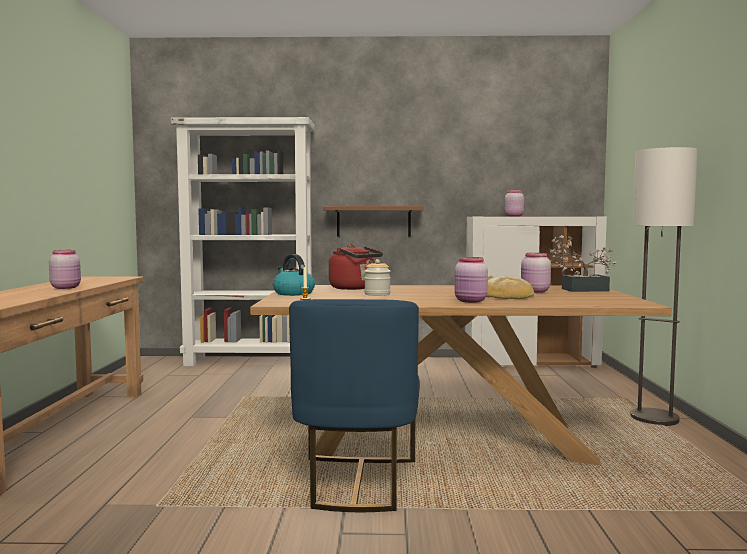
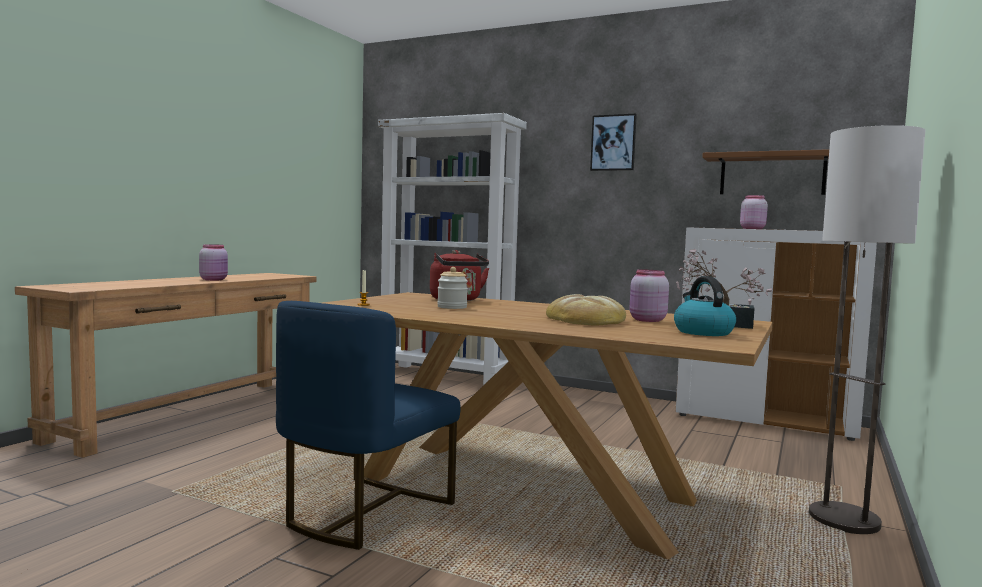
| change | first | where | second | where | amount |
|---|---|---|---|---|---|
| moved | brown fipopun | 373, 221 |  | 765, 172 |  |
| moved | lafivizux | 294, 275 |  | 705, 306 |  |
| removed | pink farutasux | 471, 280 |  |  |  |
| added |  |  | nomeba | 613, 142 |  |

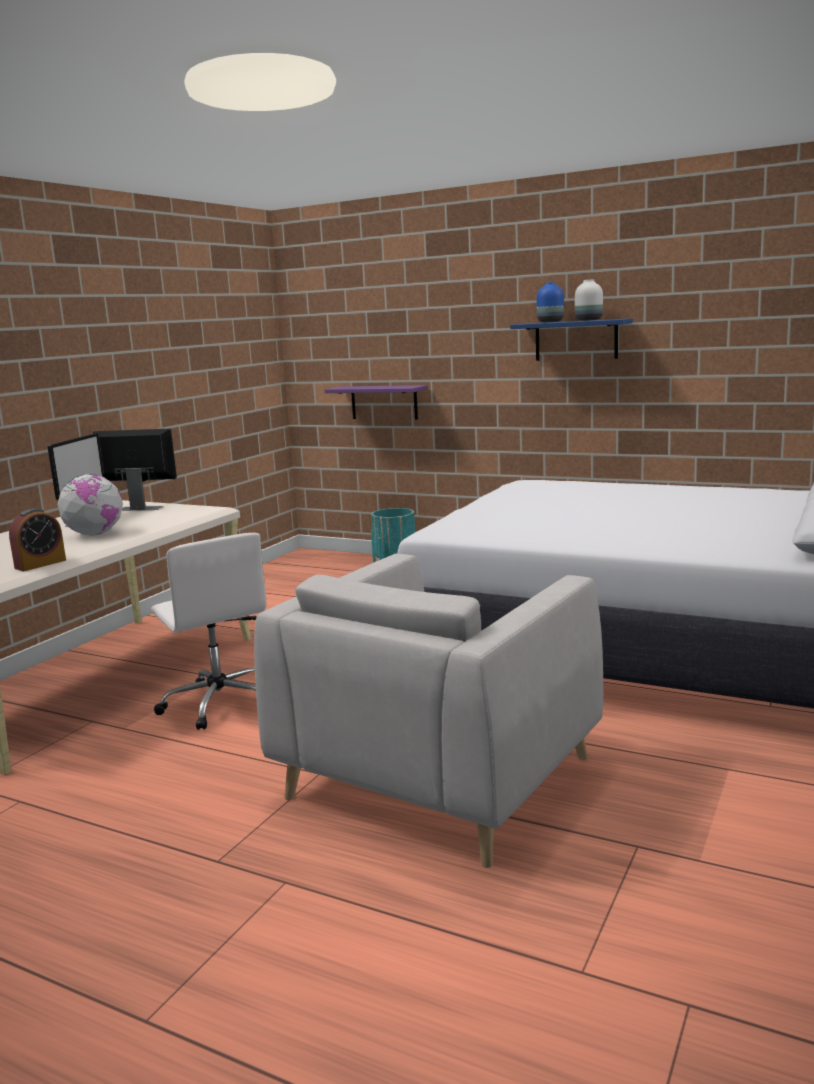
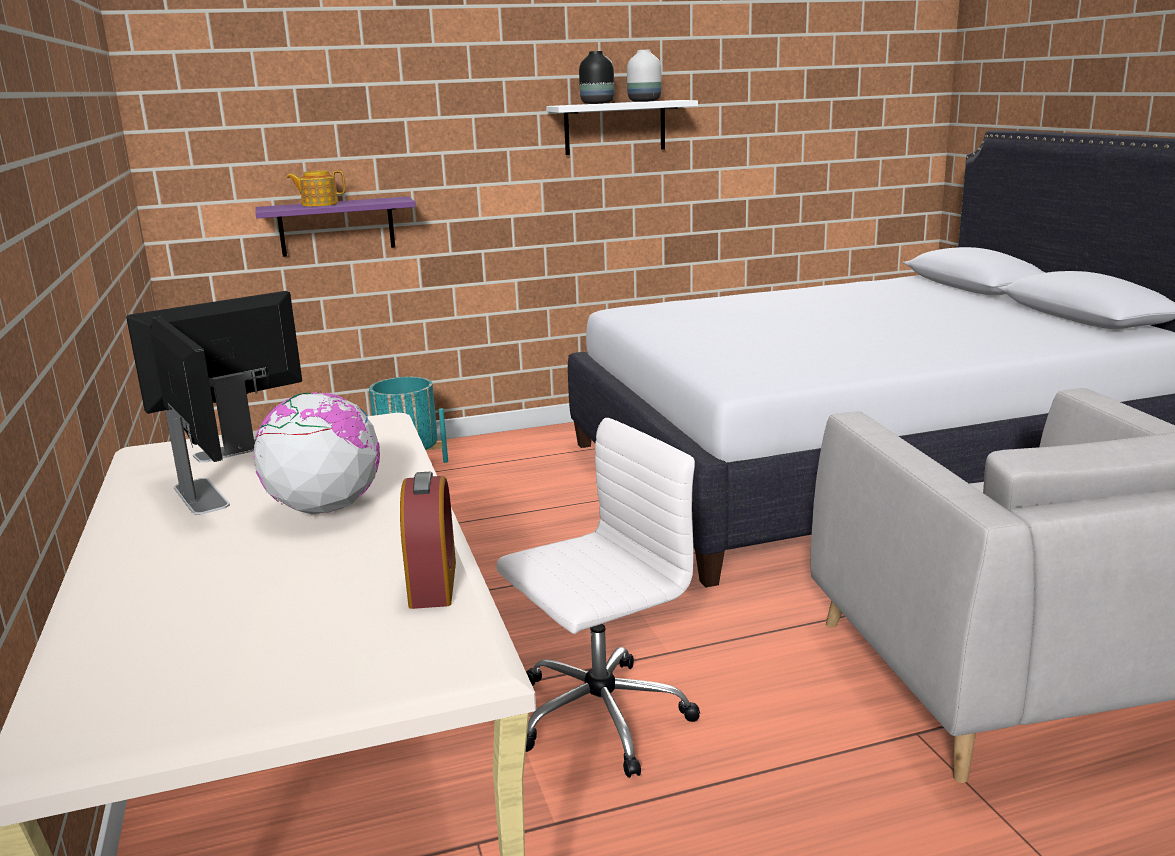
| change | first | where | second | where | amount |
|---|---|---|---|---|---|
| recoloured | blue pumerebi | 550, 302 | black pumerebi | 596, 77 |  |
| recoloured | blue fipopun | 571, 339 | white fipopun | 622, 127 |  |
| turned | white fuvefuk | 208, 631 |  | 598, 598 | 45 degrees counterclockwise |
| added |  |  | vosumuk | 316, 188 |  |

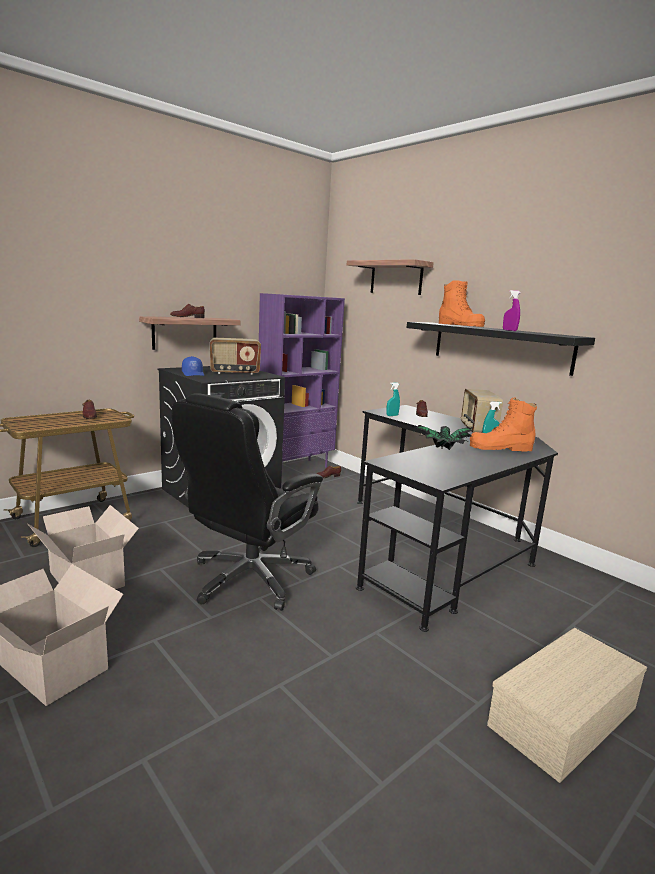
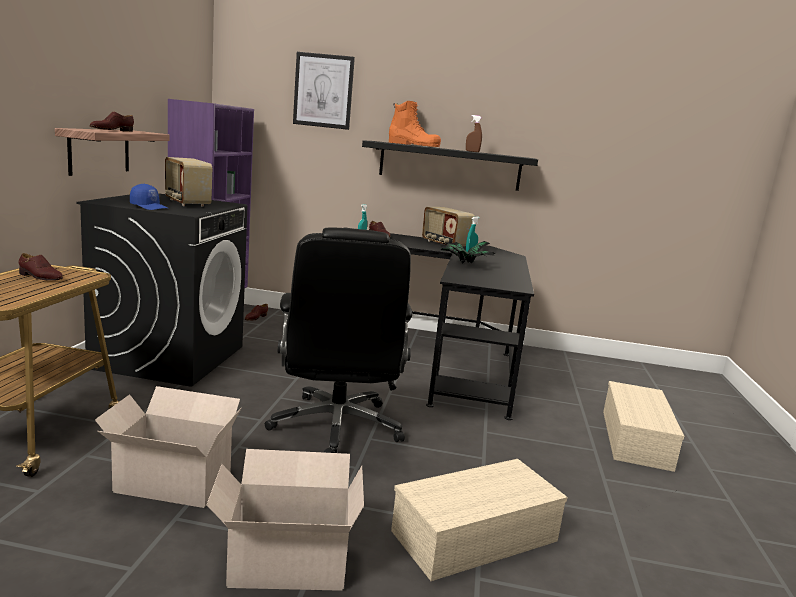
| change | first | where | second | where | amount |
|---|---|---|---|---|---|
| replaced | fipopun | 390, 277 | nomeba | 324, 91 |  |
| recoloured | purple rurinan | 512, 310 | brown rurinan | 474, 133 |  |
| turned | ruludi | 235, 356 |  | 188, 182 | 105 degrees clockwise |
| removed | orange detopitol | 503, 425 |  |  |  |
| added |  |  | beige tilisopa | 479, 520 |  |

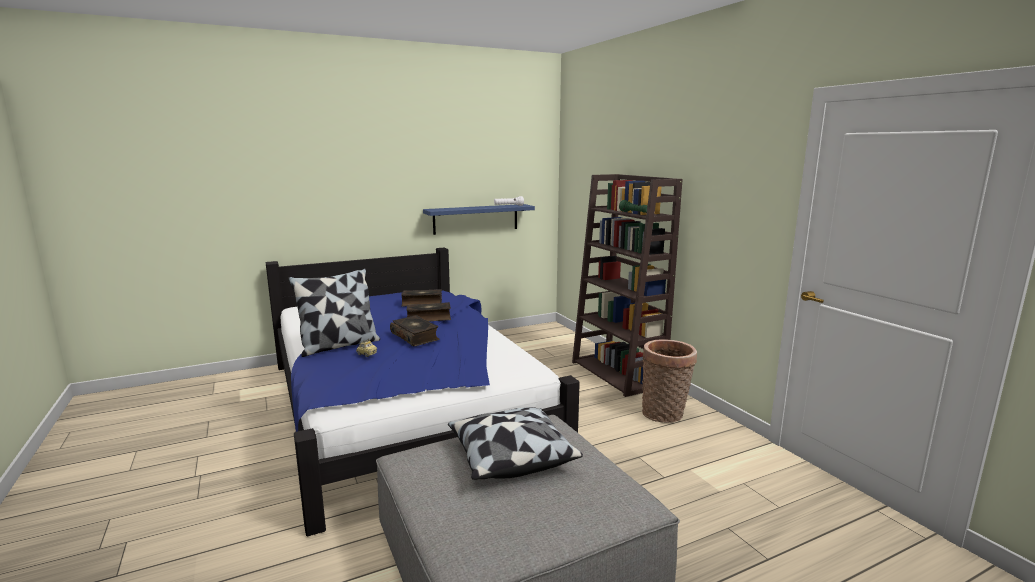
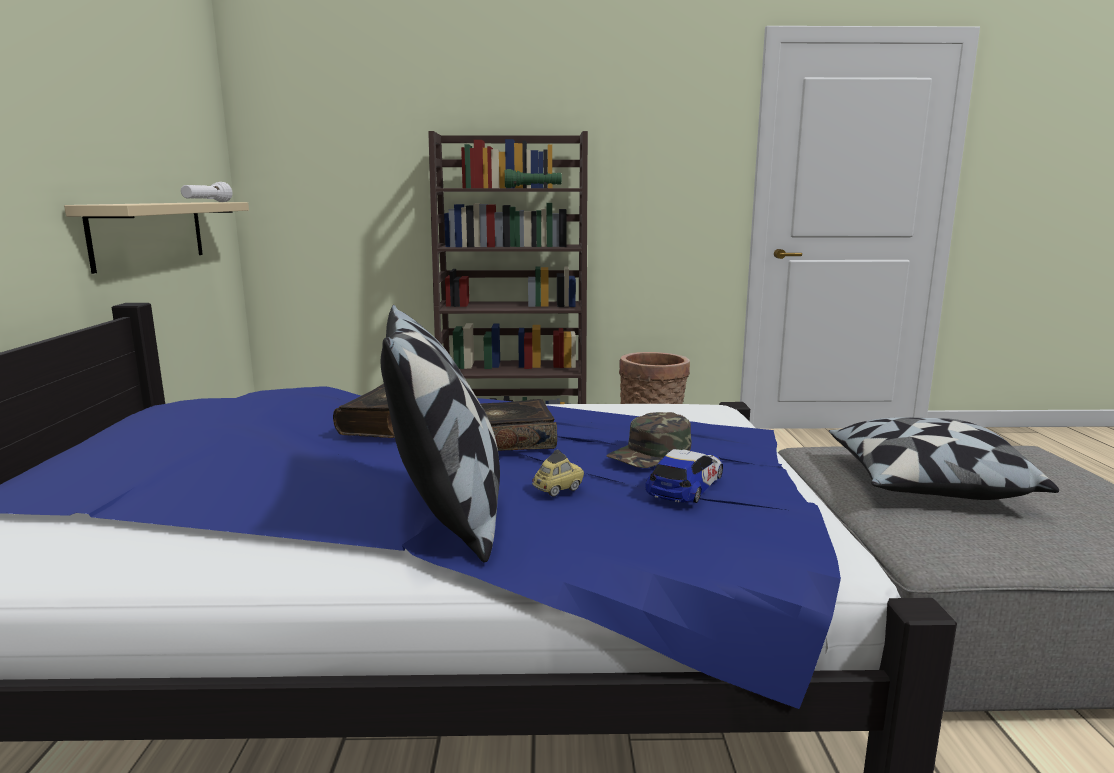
| change | first | where | second | where | amount |
|---|---|---|---|---|---|
| recoloured | blue fipopun | 479, 219 | beige fipopun | 156, 238 |  |
| removed | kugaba | 421, 298 |  |  |  |
| added |  |  | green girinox | 649, 440 |  |
| added |  |  | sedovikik | 684, 476 |  |

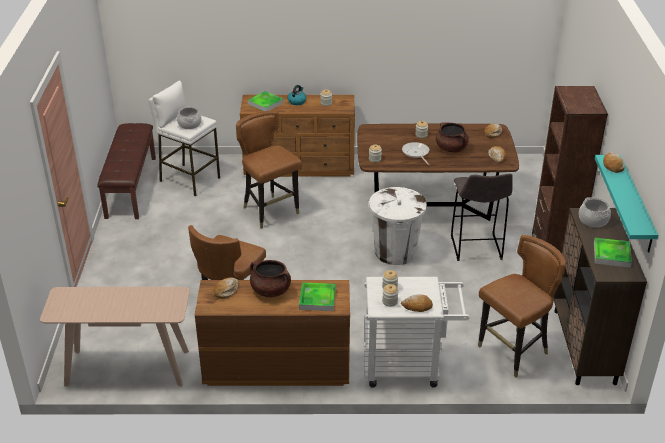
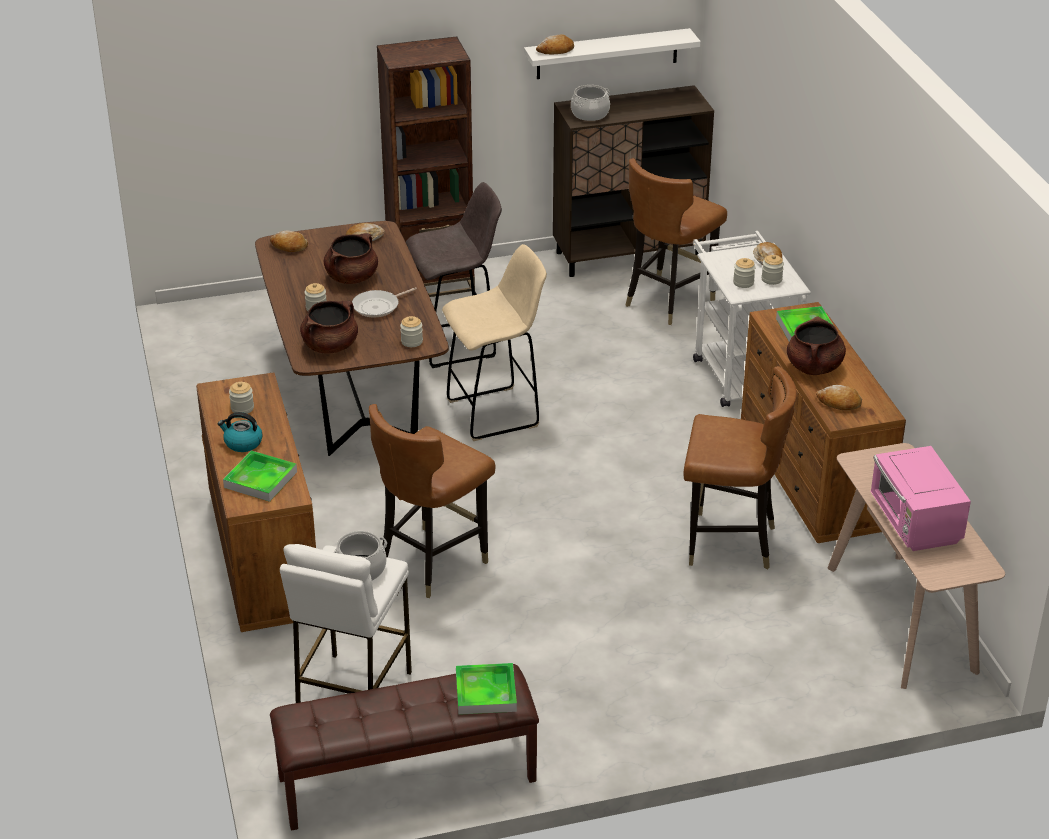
| change | first | where | second | where | amount |
|---|---|---|---|---|---|
| recoloured | turquoise fipopun | 626, 204 | white fipopun | 612, 53 |  |
| replaced | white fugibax | 398, 226 | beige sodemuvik | 494, 342 |  |
| turned | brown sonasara | 522, 306 |  | 676, 241 | 90 degrees counterclockwise |
| moved | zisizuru | 613, 253 |  | 486, 689 |  |
| added |  |  | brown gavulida | 329, 327 |  |
| added |  |  | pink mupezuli | 920, 498 |  |

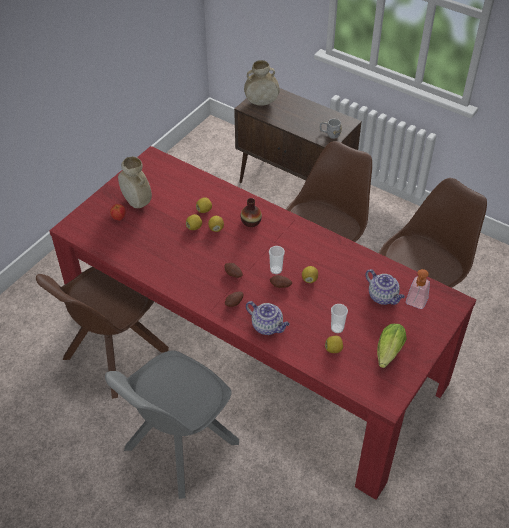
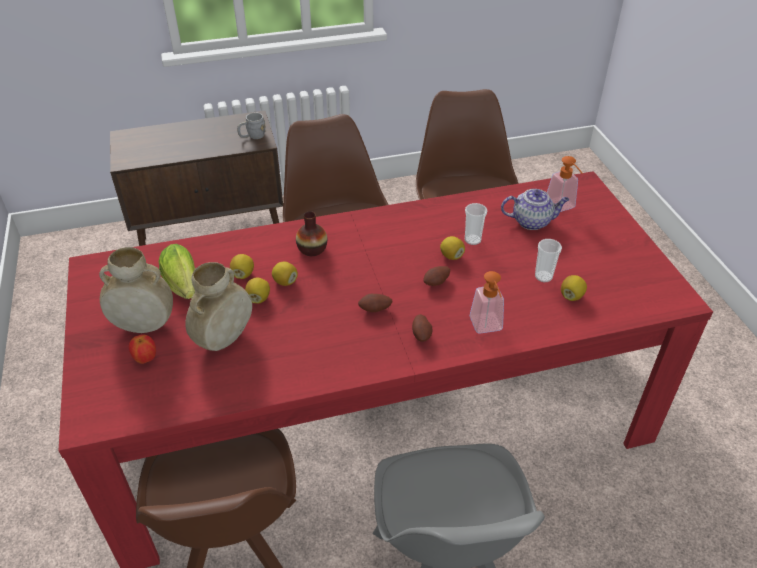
| change | first | where | second | where | amount |
|---|---|---|---|---|---|
| moved | beige pumerebi | 262, 83 |  | 218, 306 |  |
| moved | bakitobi | 277, 260 |  | 476, 224 |  |
| replaced | vosumuk | 268, 318 | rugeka | 487, 302 |  |
| moved | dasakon | 392, 346 |  | 176, 271 |  |

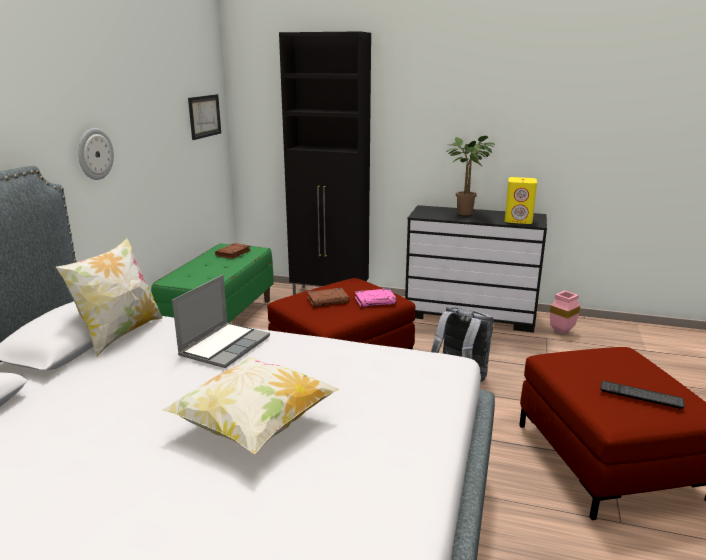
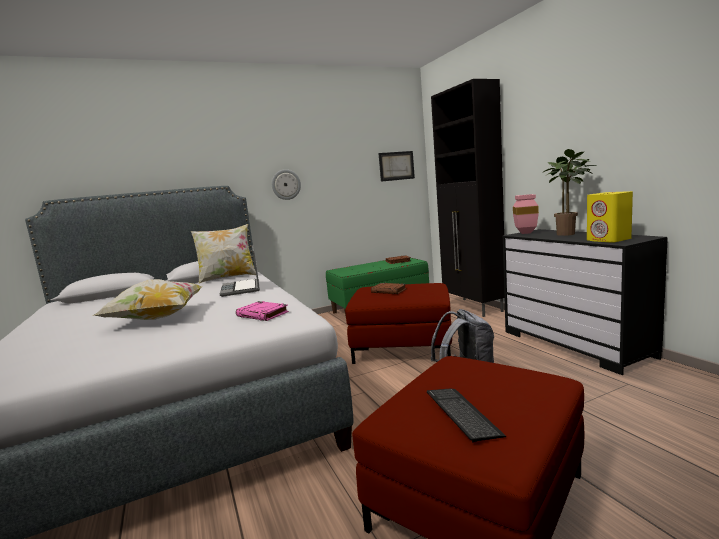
| change | first | where | second | where | amount |
|---|---|---|---|---|---|
| turned | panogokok | 221, 321 |  | 240, 271 | 90 degrees clockwise |
| moved | pink kugaba | 376, 297 |  | 262, 311 |  |
| moved | pink pumerebi | 565, 312 |  | 526, 214 |  |

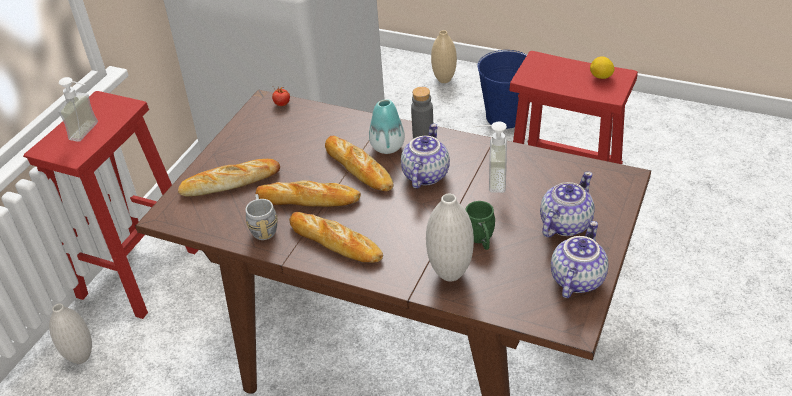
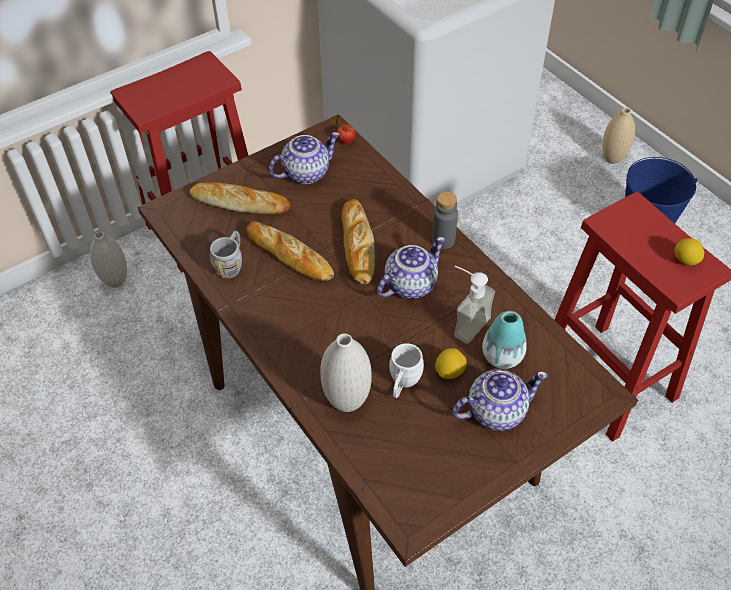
| change | first | where | second | where | amount |
|---|---|---|---|---|---|
| removed | rugeka | 78, 109 |  |  |  |
| moved | pumerebi | 387, 126 |  | 504, 340 |  |
| recoloured | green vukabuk | 480, 225 | white vukabuk | 406, 370 |  |
| removed | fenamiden | 336, 237 |  |  |  |
| moved | vosumuk | 580, 259 |  | 304, 158 |  |
| added |  |  | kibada | 451, 363 |  |

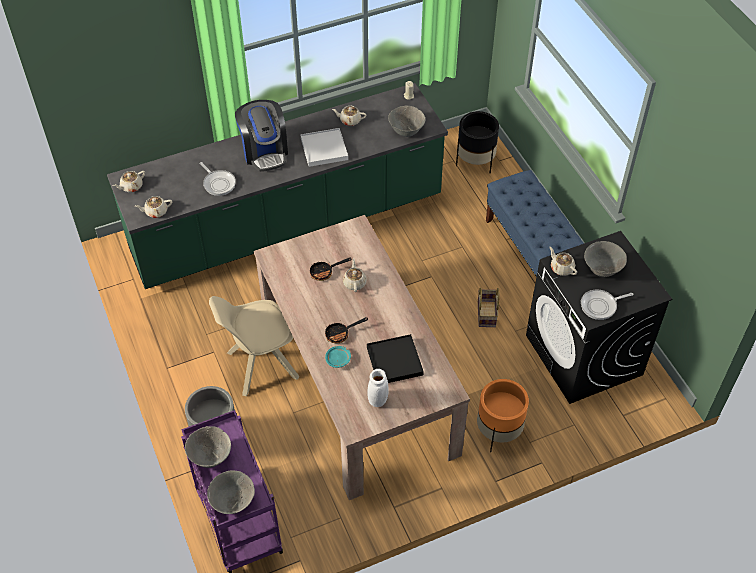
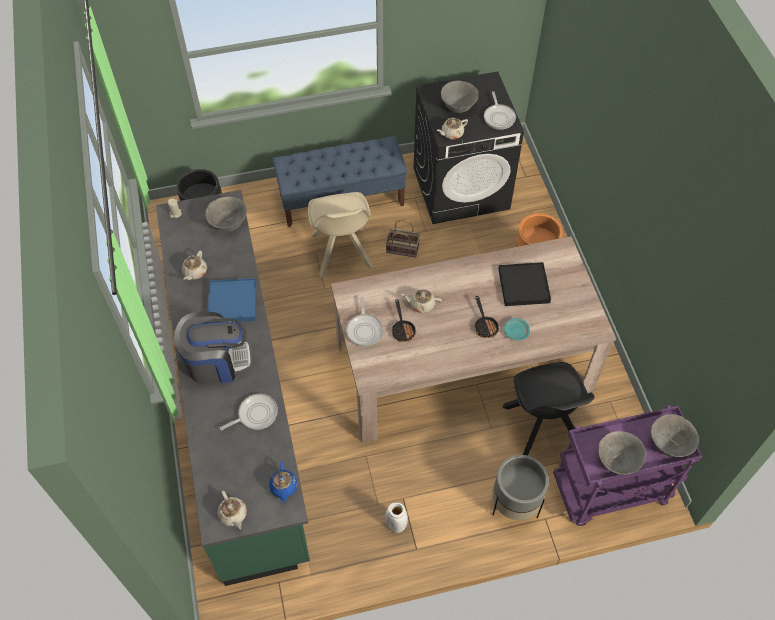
| change | first | where | second | where | amount |
|---|---|---|---|---|---|
| recoloured | white zisizuru | 324, 147 | blue zisizuru | 232, 299 |  |
| recoloured | beige vosumuk | 153, 207 | blue vosumuk | 283, 482 |  |
| moved | beige sonasara | 254, 346 |  | 340, 234 |  |
| moved | white pumerebi | 377, 388 |  | 396, 517 |  |
| added |  |  | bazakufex | 364, 321 |  |
| added |  |  | black sonasara | 549, 409 |  |

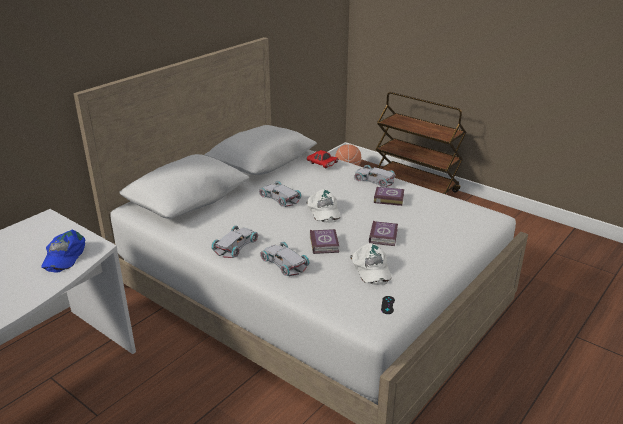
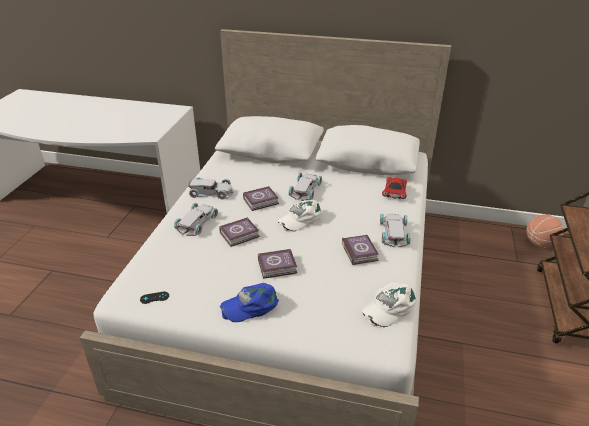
| change | first | where | second | where | amount |
|---|---|---|---|---|---|
| moved | blue girinox | 63, 251 |  | 249, 302 |  |
| moved | white girinox | 370, 264 |  | 389, 305 |  |
| added |  |  | kugaba | 261, 198 |  |

